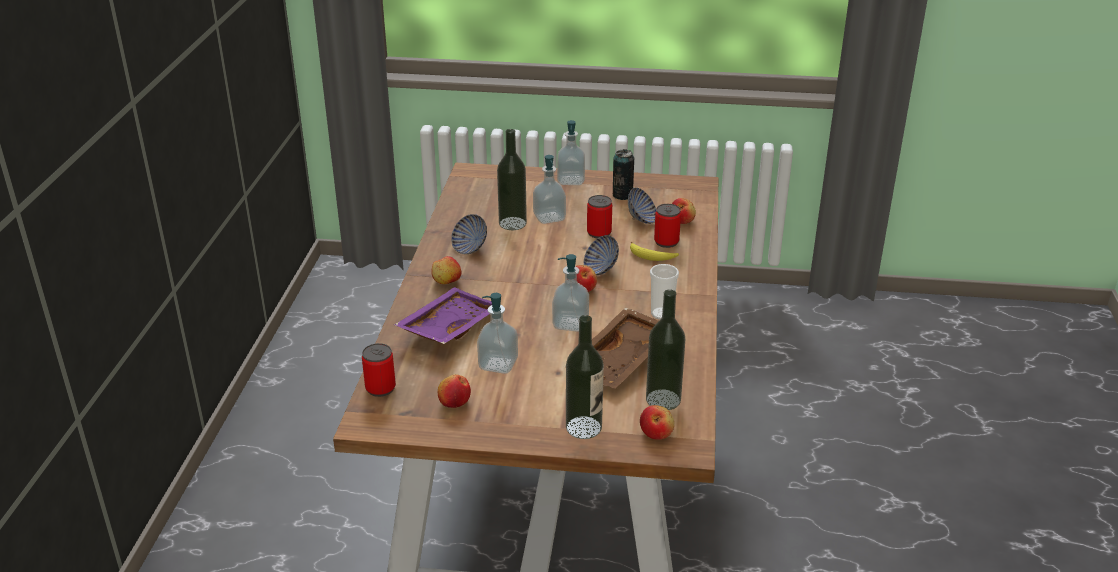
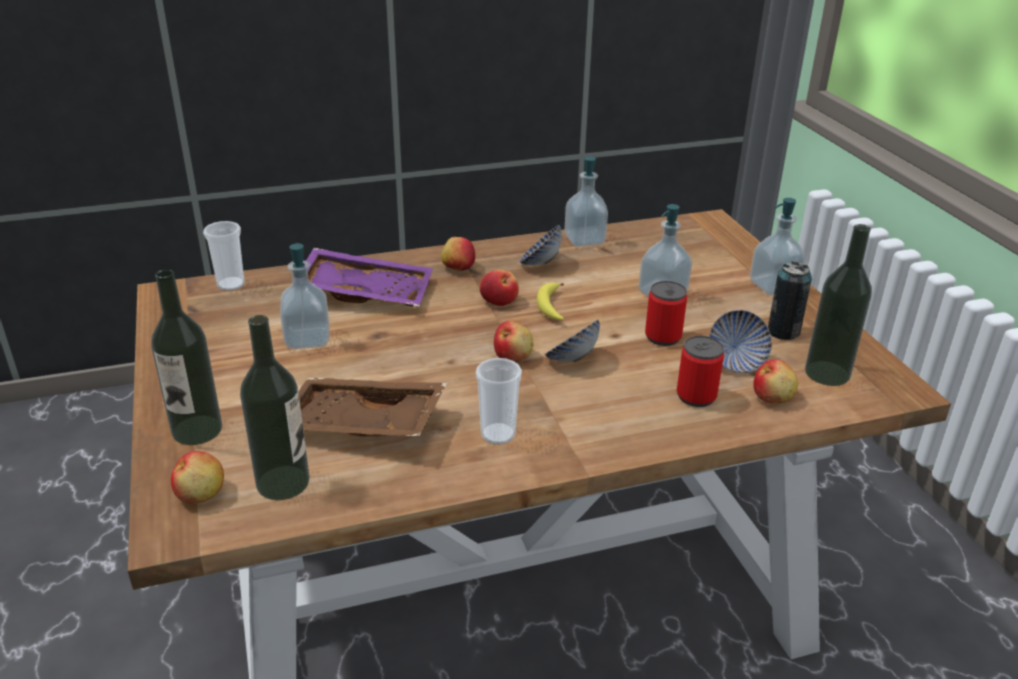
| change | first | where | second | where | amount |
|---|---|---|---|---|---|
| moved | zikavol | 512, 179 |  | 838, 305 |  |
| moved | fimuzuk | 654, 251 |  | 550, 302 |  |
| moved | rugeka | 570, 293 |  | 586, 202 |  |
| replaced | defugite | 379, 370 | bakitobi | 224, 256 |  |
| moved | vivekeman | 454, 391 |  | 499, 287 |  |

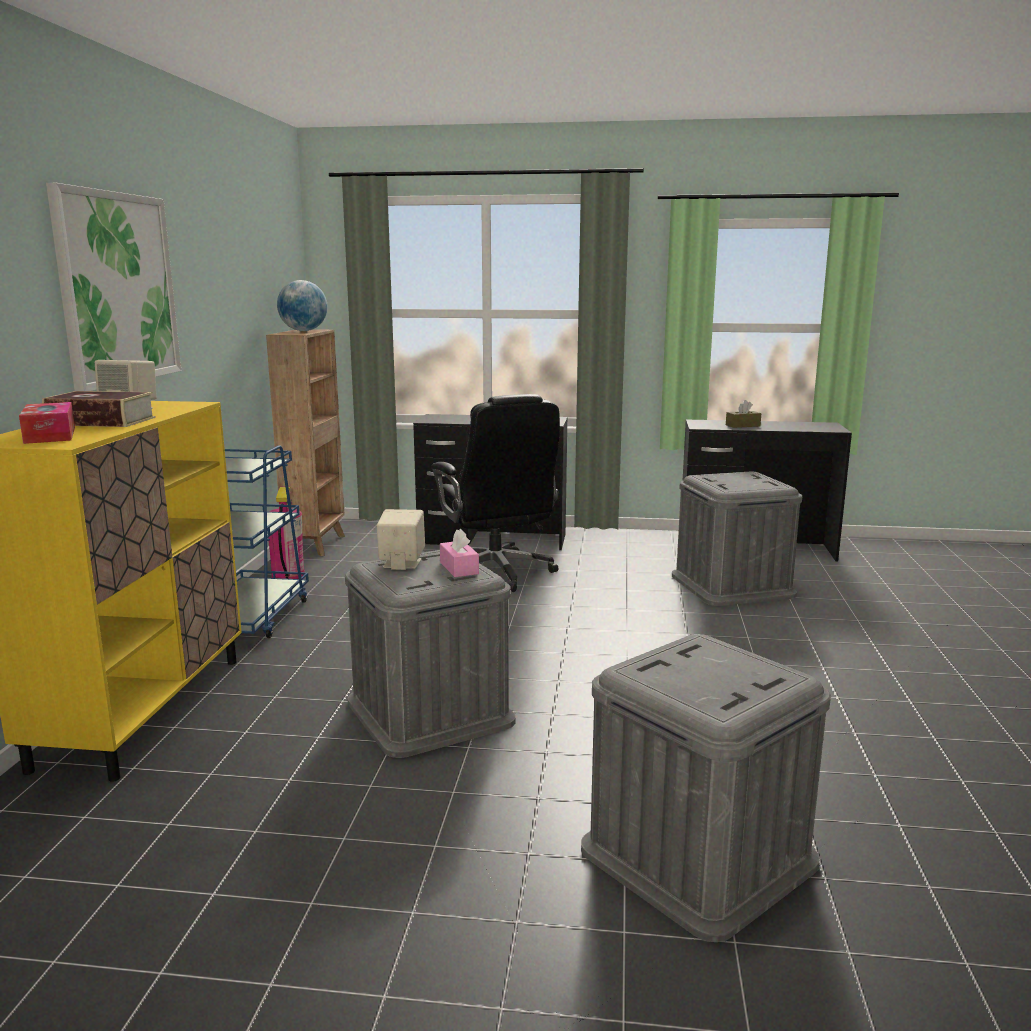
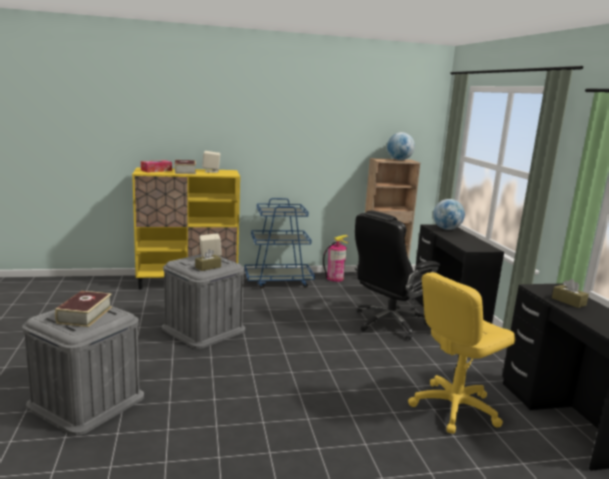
| change | first | where | second | where | amount |
|---|---|---|---|---|---|
| removed | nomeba | 113, 287 |  |  |  |
| replaced | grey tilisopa | 737, 539 | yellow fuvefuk | 461, 353 |  |
| recoloured | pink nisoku | 459, 553 | brown nisoku | 208, 260 |  |
| added |  |  | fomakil | 449, 214 |  |
| added |  |  | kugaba | 83, 309 |  |

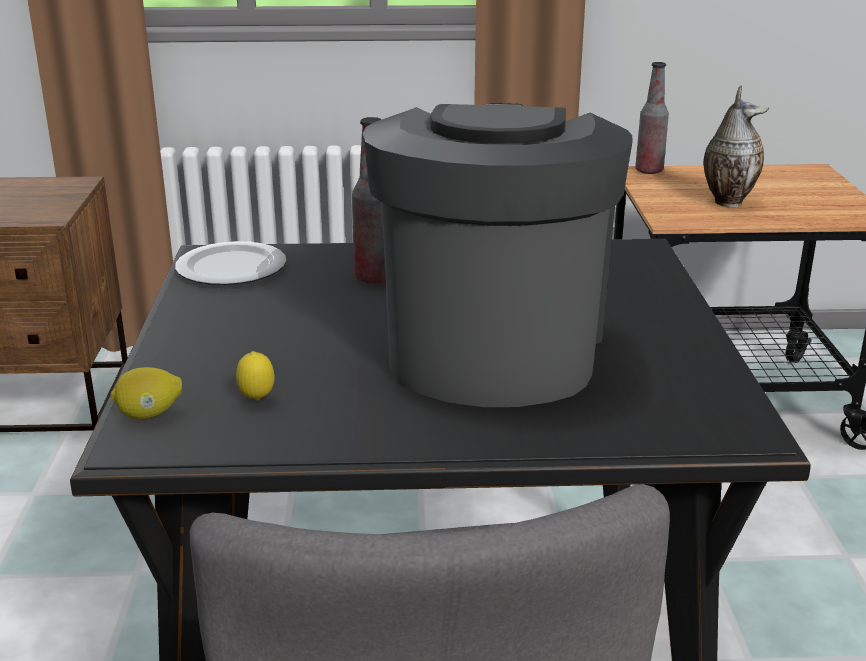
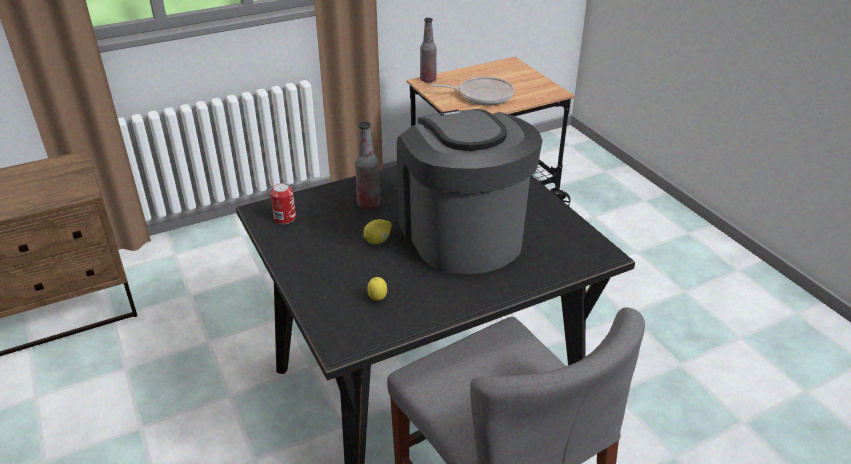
| change | first | where | second | where | amount |
|---|---|---|---|---|---|
| replaced | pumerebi | 736, 146 | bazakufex | 472, 91 |  |
| replaced | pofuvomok | 230, 263 | defugite | 283, 203 |  |
| moved | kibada | 146, 393 |  | 377, 232 |  |

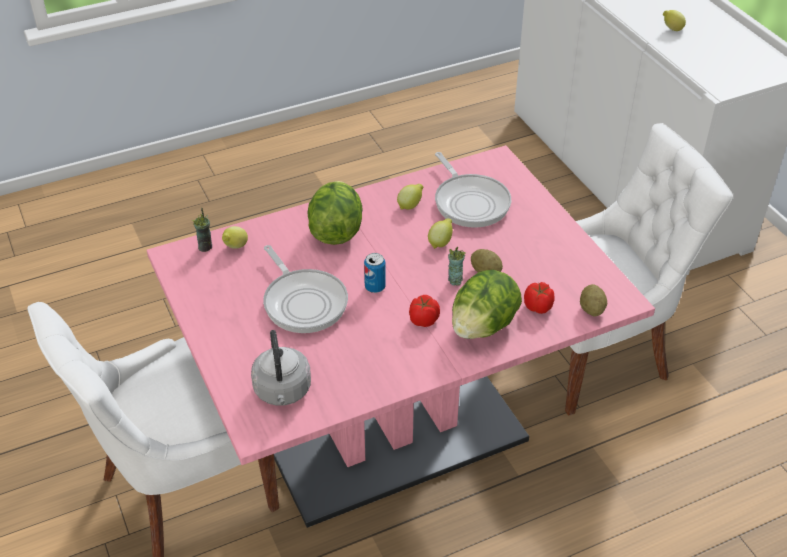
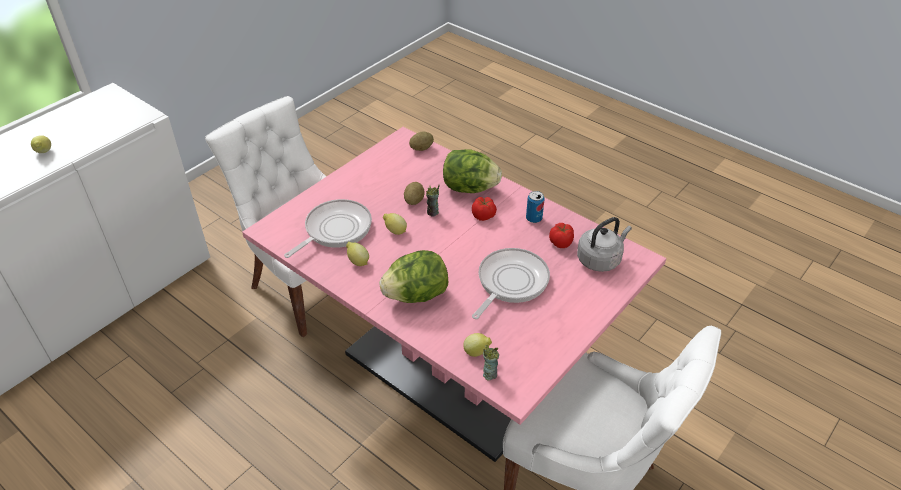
| change | first | where | second | where | amount |
|---|---|---|---|---|---|
| moved | defugite | 375, 273 |  | 535, 207 |  |
| moved | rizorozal | 539, 298 |  | 561, 235 |  |

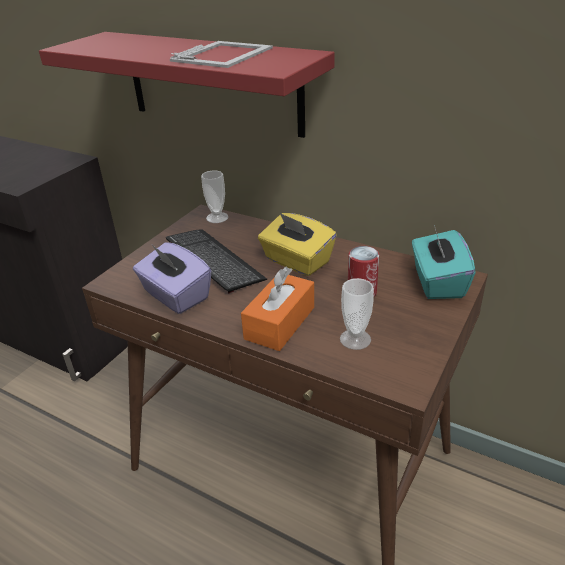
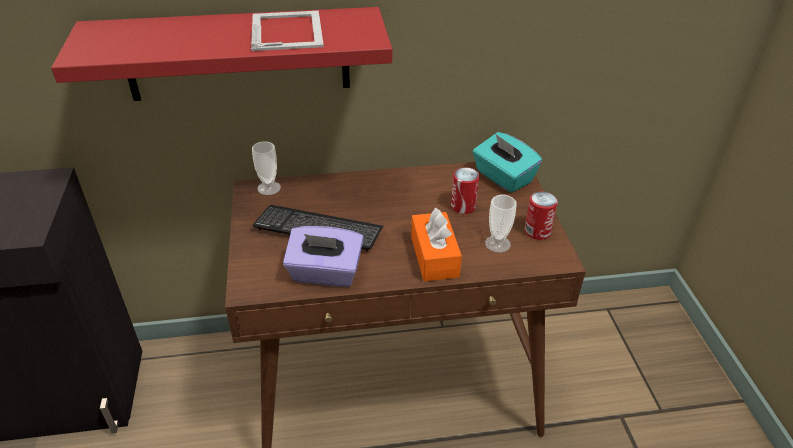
| change | first | where | second | where | amount |
|---|---|---|---|---|---|
| removed | yellow nisoku | 297, 244 |  |  |  |
| added |  |  | defugite | 541, 215 |  |

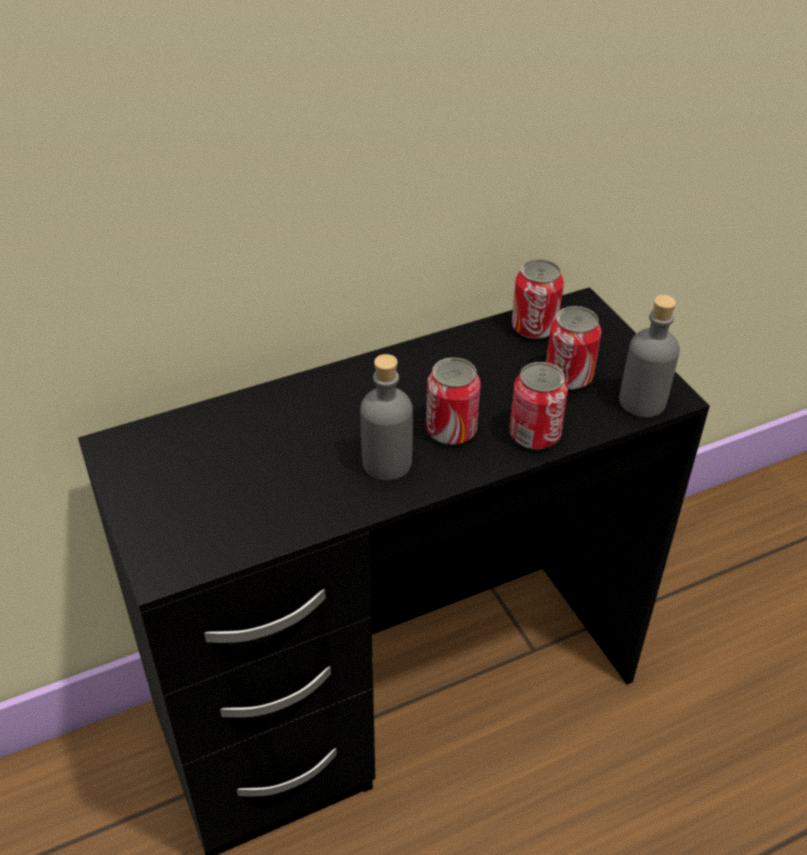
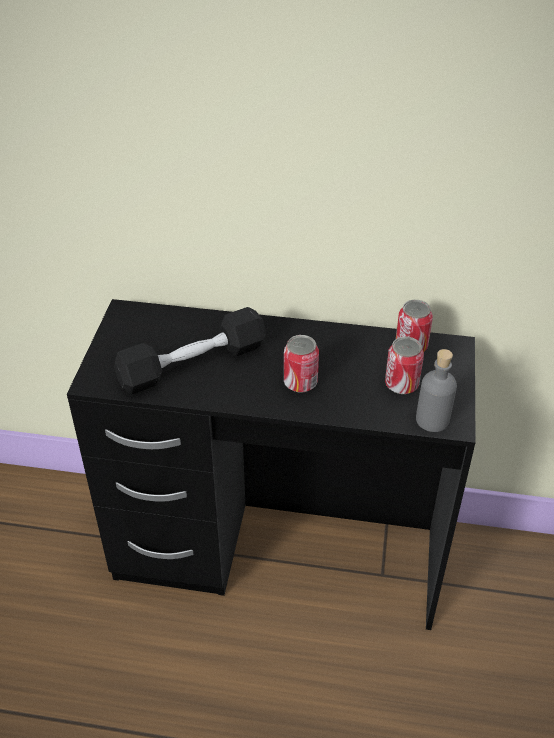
| change | first | where | second | where | amount |
|---|---|---|---|---|---|
| removed | grey zikavol | 386, 417 |  |  |  |
| removed | defugite | 539, 406 |  |  |  |
| added |  |  | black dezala | 190, 351 |  |

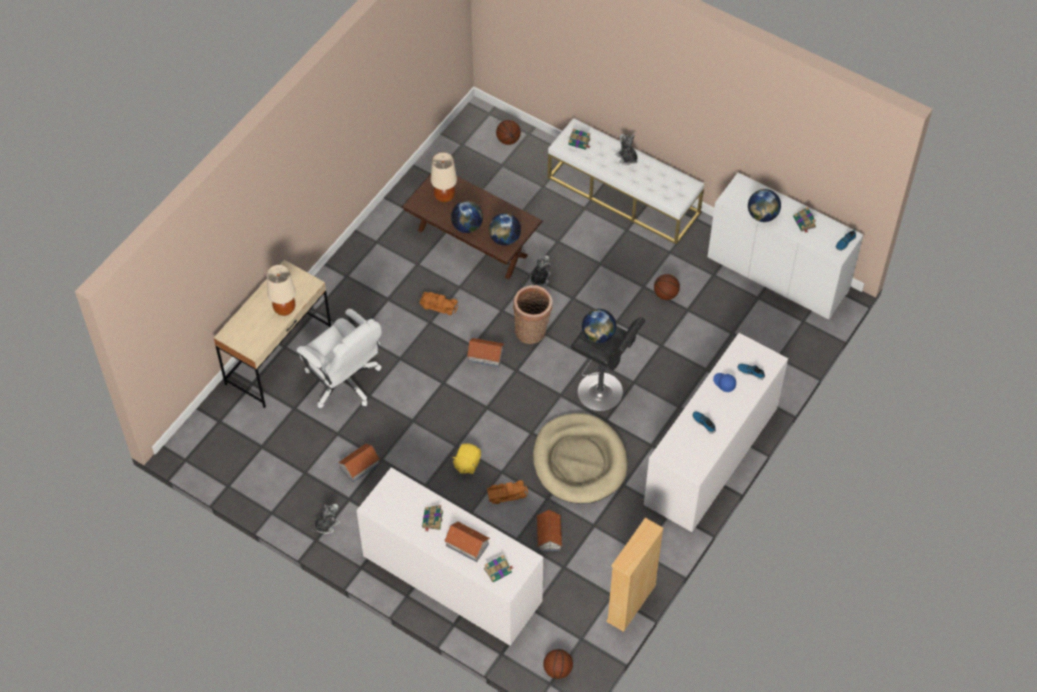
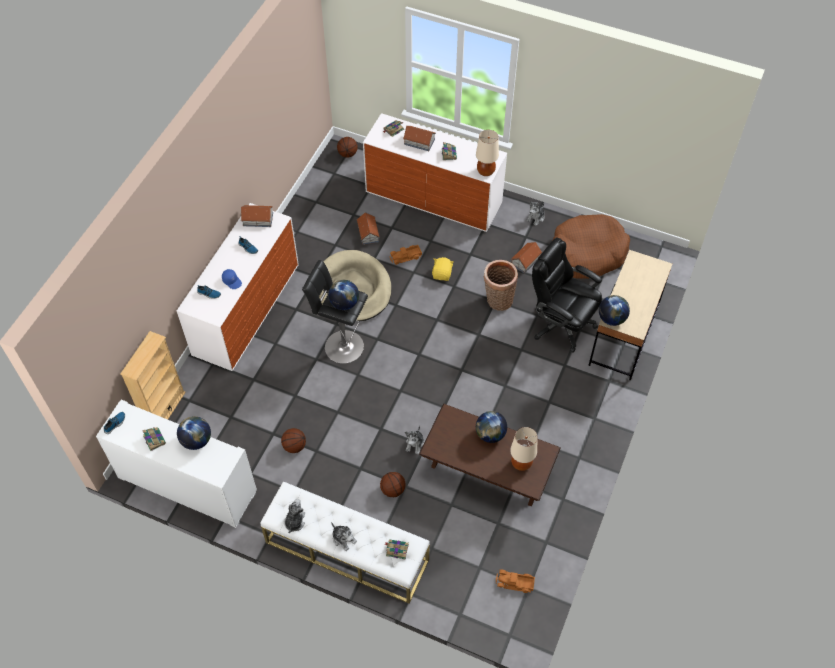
| change | first | where | second | where | amount |
|---|---|---|---|---|---|
| moved | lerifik | 508, 132 |  | 393, 484 |  |
| moved | fomakil | 505, 229 |  | 614, 310 |  |
| moved | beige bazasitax | 281, 290 |  | 487, 153 |  |
| moved | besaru | 533, 314 |  | 500, 285 |  |
| moved | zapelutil | 439, 303 |  | 515, 581 |  |
| recoloured | white fuvefuk | 339, 358 | black fuvefuk | 567, 295 |  |
| moved | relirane | 486, 352 |  | 257, 216 |  |
| moved | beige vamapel | 635, 575 |  | 153, 375 |  |
| added |  |  | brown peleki | 591, 246 |  |
| added |  |  | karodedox | 294, 516 |  |

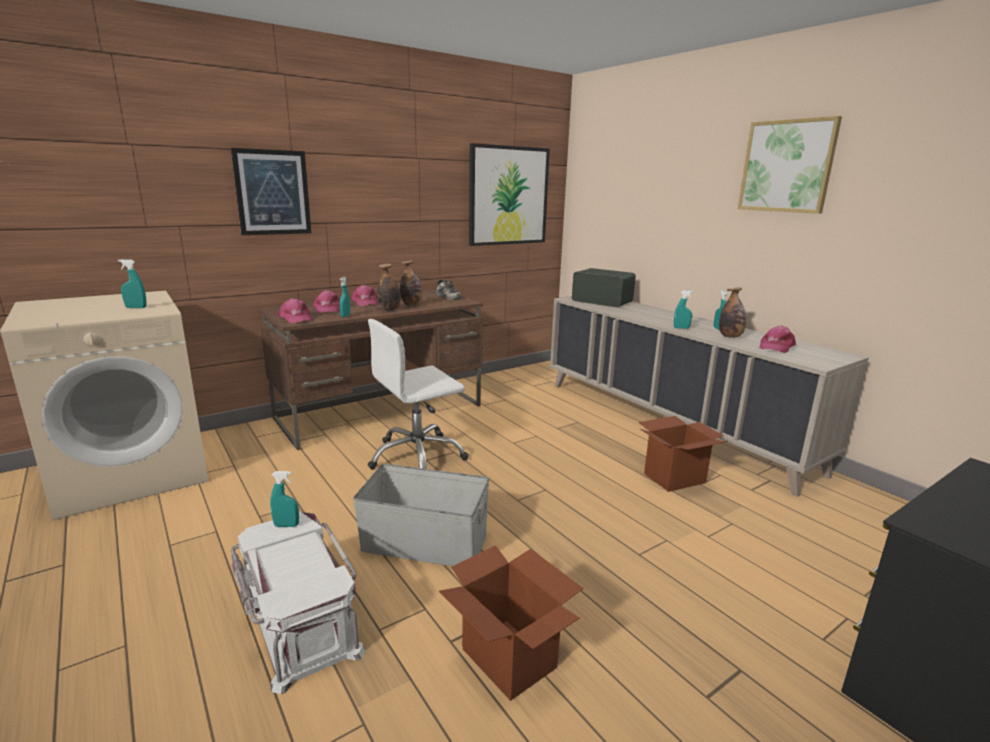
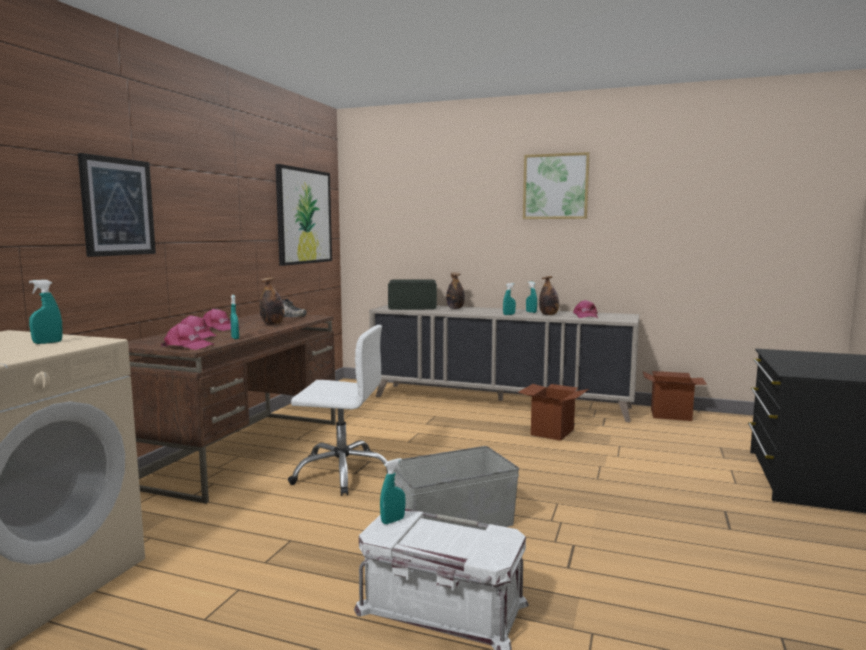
| change | first | where | second | where | amount |
|---|---|---|---|---|---|
| moved | zikavol | 389, 287 |  | 455, 291 |  |
| turned | white fuvefuk | 418, 394 |  | 338, 410 | 105 degrees counterclockwise |
| moved | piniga | 511, 623 |  | 675, 396 |  |

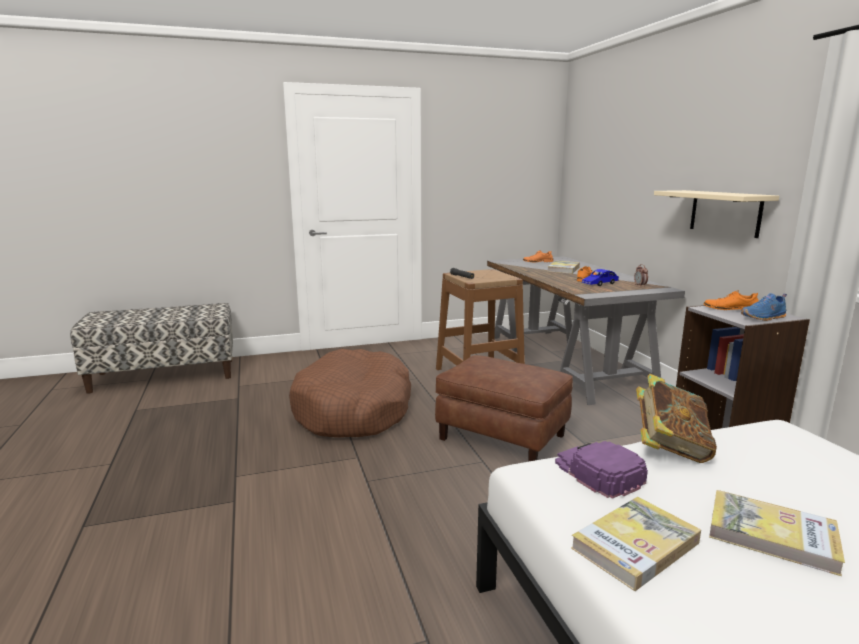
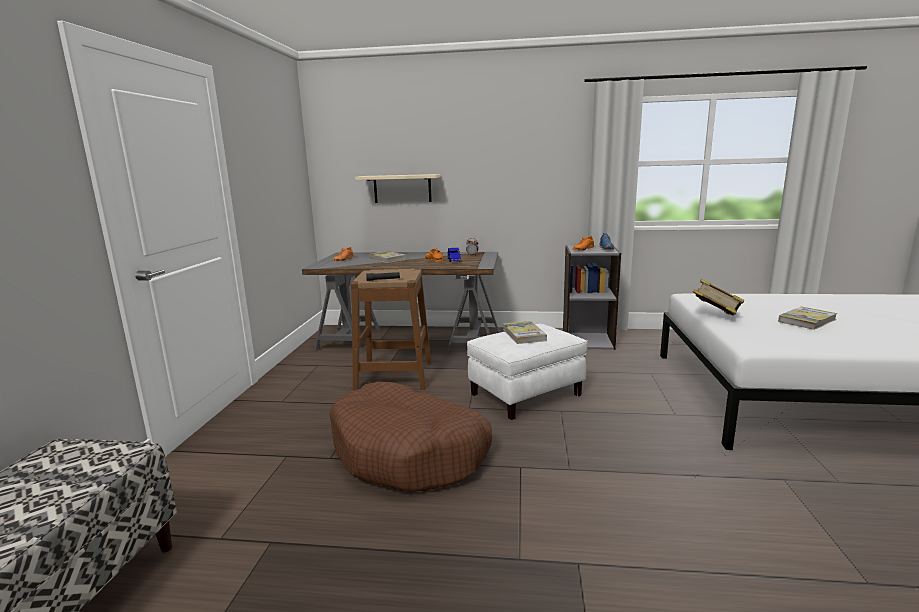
| change | first | where | second | where | amount |
|---|---|---|---|---|---|
| moved | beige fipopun | 716, 214 |  | 398, 188 |  |
| recoloured | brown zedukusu | 504, 408 | white zedukusu | 527, 372 |  |
| removed | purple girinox | 601, 470 |  |  |  |
| moved | kugaba | 636, 544 |  | 525, 332 |  |

